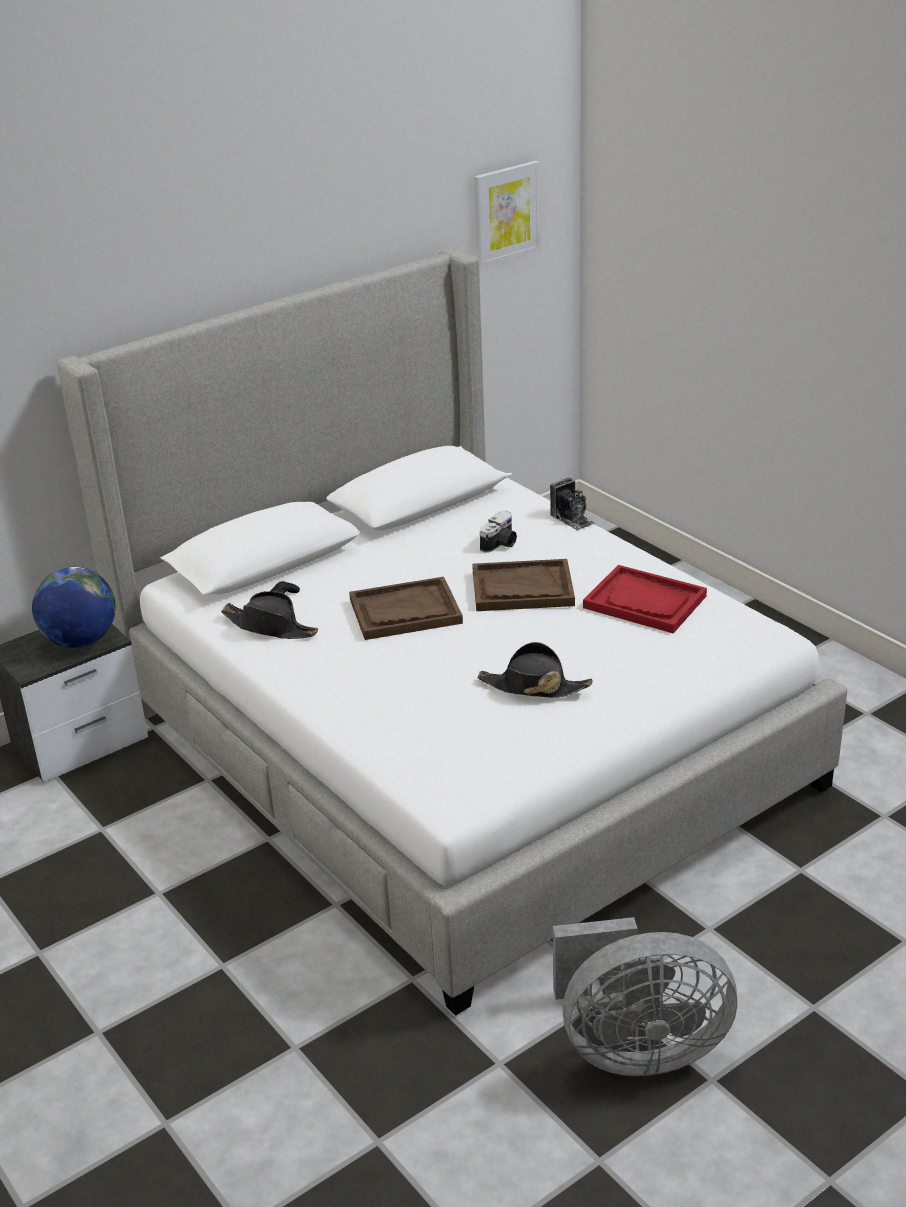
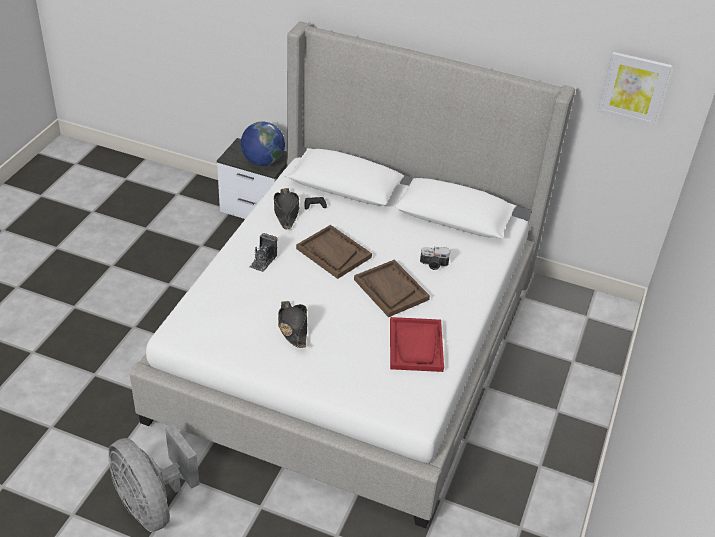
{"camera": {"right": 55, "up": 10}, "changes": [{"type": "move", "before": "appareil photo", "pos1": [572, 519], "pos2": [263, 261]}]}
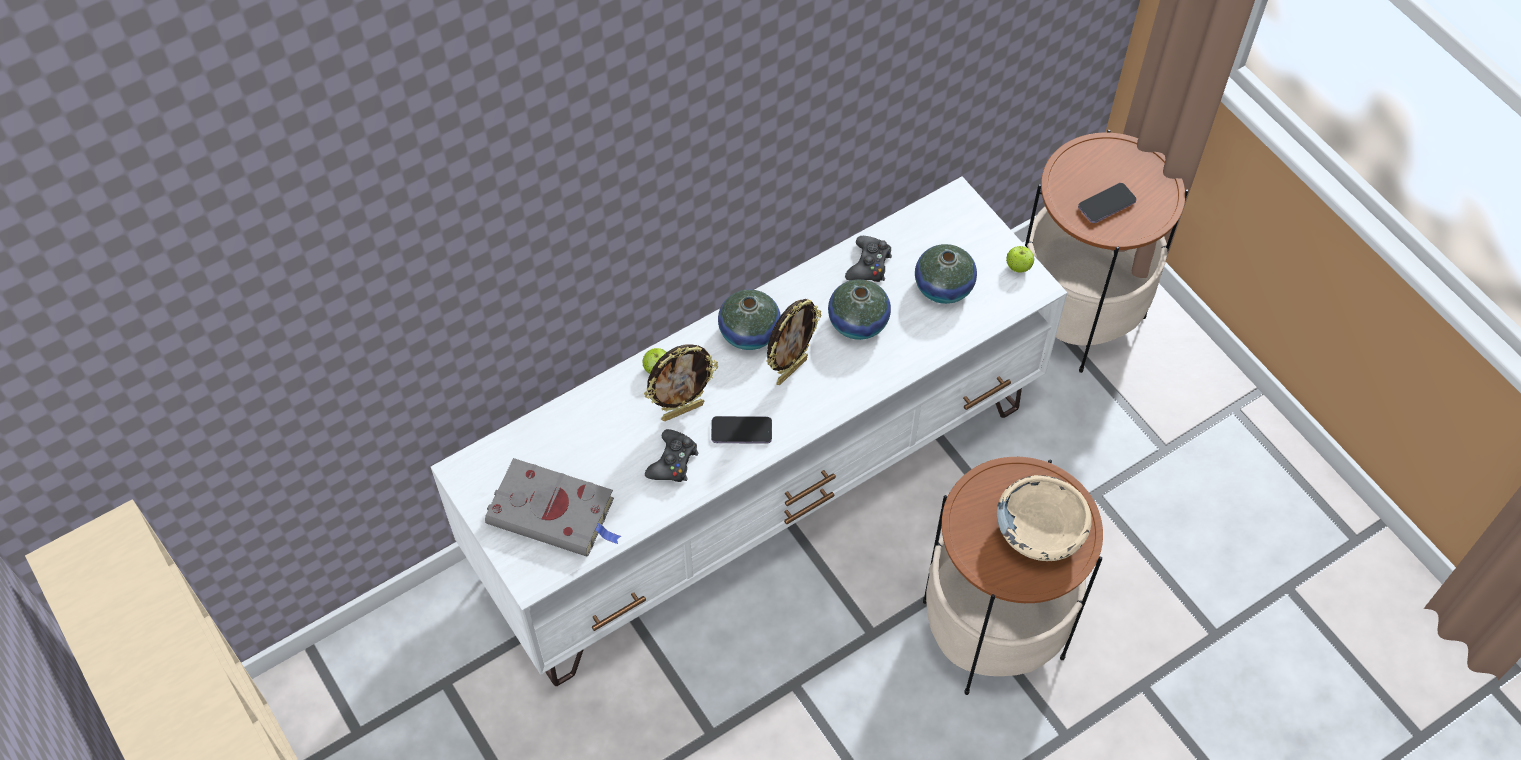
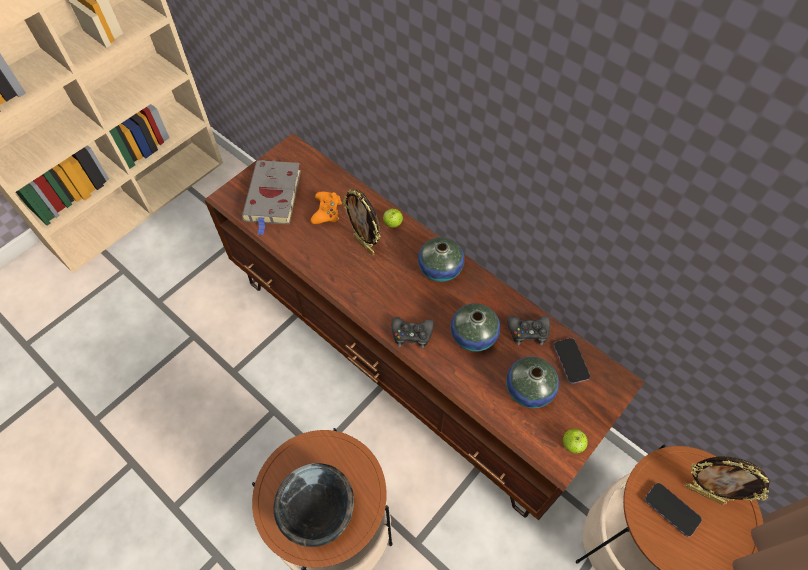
{"camera": {"right": 75, "up": 0}, "changes": [{"type": "recolor", "before": "meuble télé/blanc", "after": "meuble télé/marron", "pos1": [760, 488], "pos2": [406, 358]}, {"type": "recolor", "before": "bol/beige", "after": "bol/noir", "pos1": [1039, 533], "pos2": [317, 510]}, {"type": "insert", "after": "manette/orange", "pos2": [327, 211]}, {"type": "move", "before": "manette/noir", "pos1": [673, 461], "pos2": [412, 334]}, {"type": "move", "before": "téléphone", "pos1": [741, 431], "pos2": [571, 361]}, {"type": "move", "before": "cadre photo", "pos1": [791, 370], "pos2": [704, 493]}]}
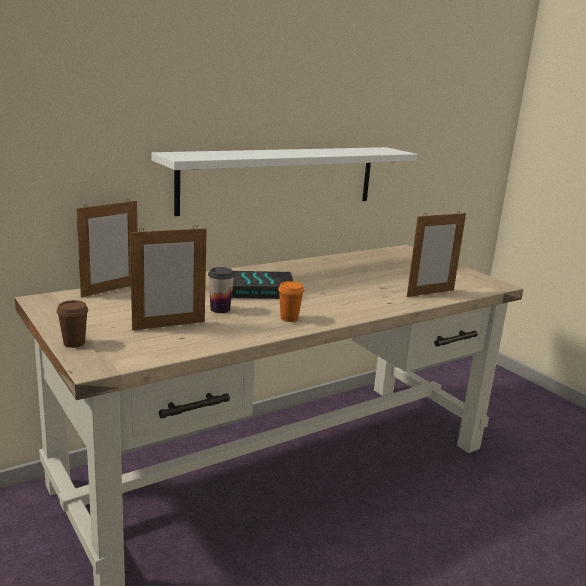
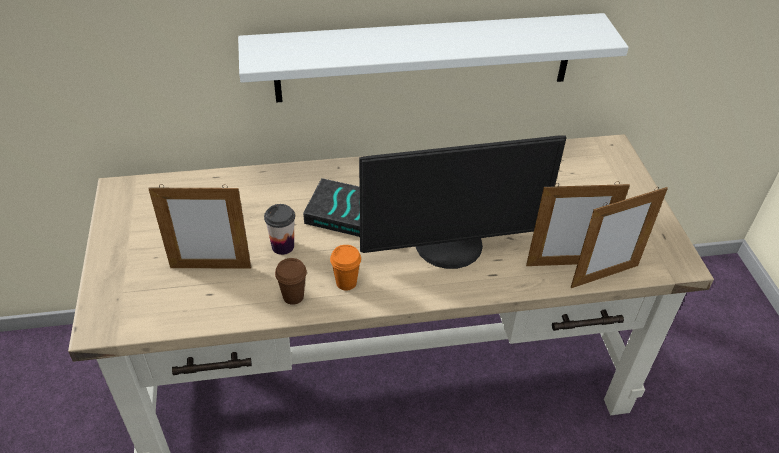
{"camera": {"right": 25, "up": 25}, "changes": [{"type": "move", "before": "tasse/marron", "pos1": [74, 343], "pos2": [293, 296]}, {"type": "insert", "after": "écran d'ordinateur", "pos2": [450, 246]}, {"type": "move", "before": "cadre photo", "pos1": [110, 290], "pos2": [604, 276]}]}
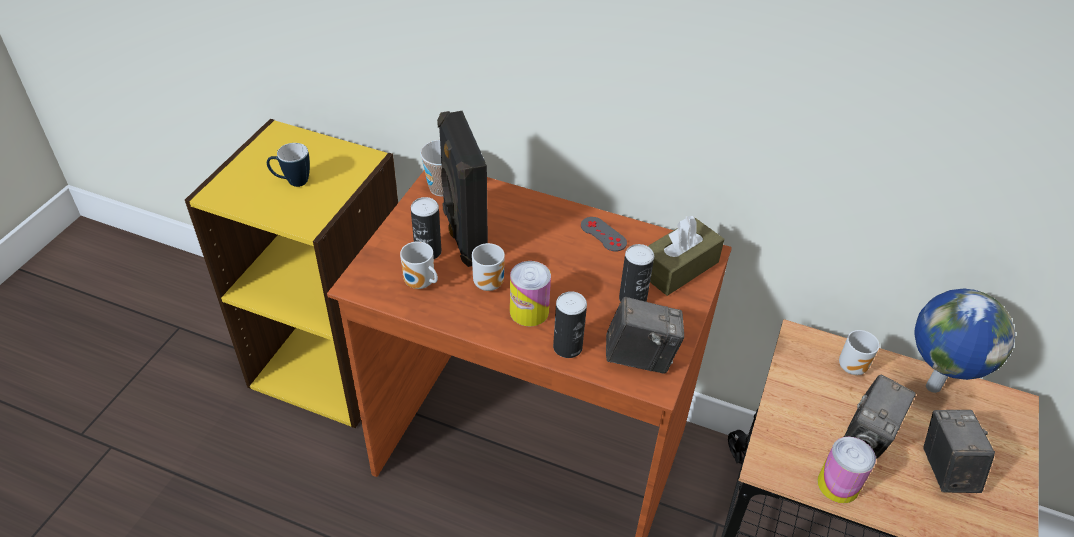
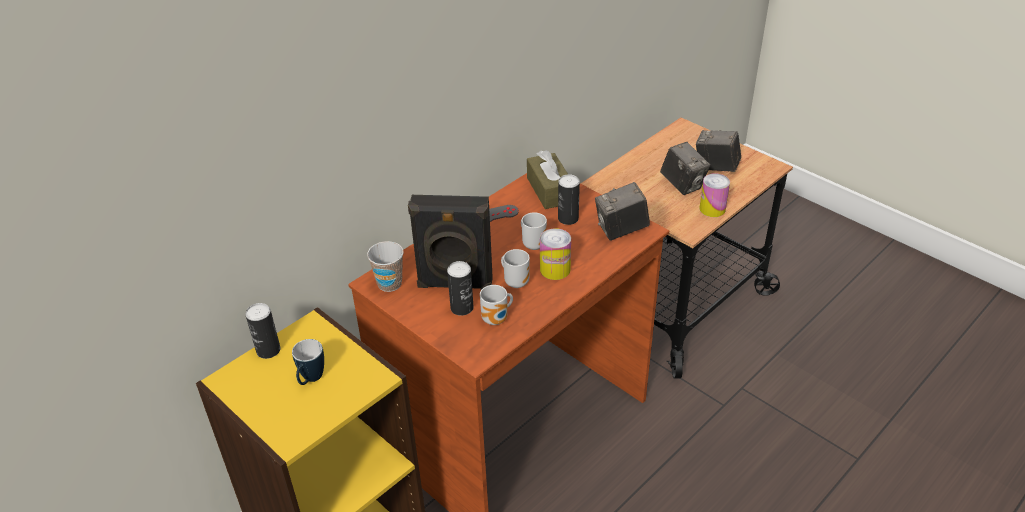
{"camera": {"right": -65, "up": -5}, "changes": [{"type": "move", "before": "boîte métallique", "pos1": [567, 347], "pos2": [268, 350]}, {"type": "move", "before": "mug", "pos1": [853, 366], "pos2": [533, 244]}, {"type": "rotate", "before": "appareil photo", "pos1": [640, 357], "pos2": [621, 230], "turn": -135}, {"type": "delete", "before": "globe", "pos1": [931, 385]}]}
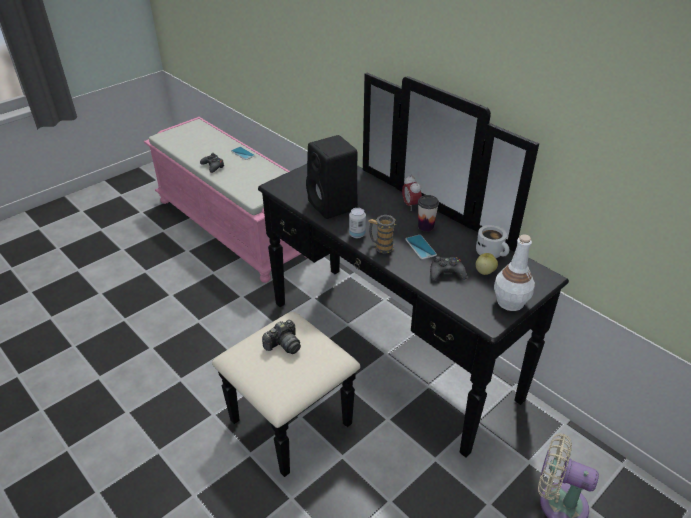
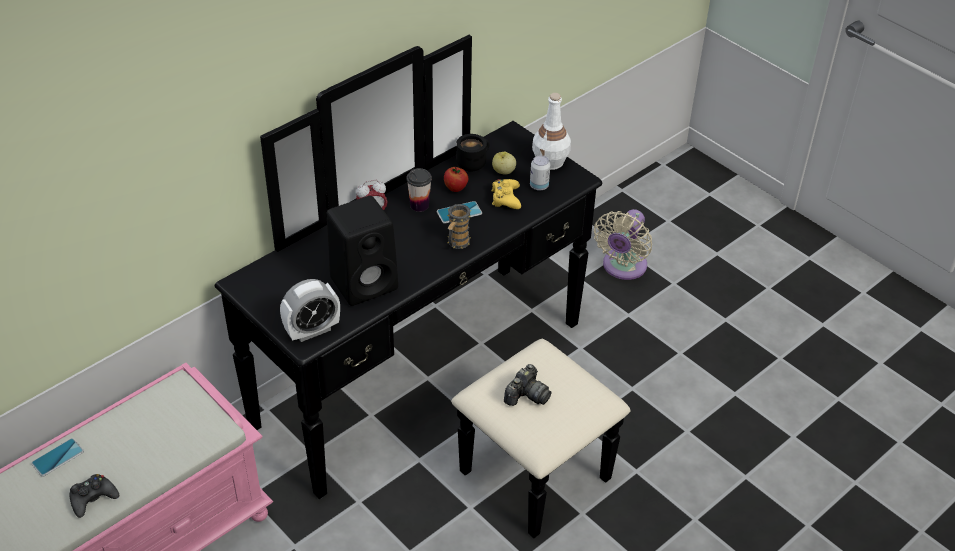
{"camera": {"right": -90, "up": 5}, "changes": [{"type": "insert", "after": "réveil", "pos2": [312, 330]}, {"type": "insert", "after": "pomme", "pos2": [455, 188]}, {"type": "recolor", "before": "mug/blanc", "after": "mug/noir", "pos1": [491, 253], "pos2": [472, 162]}, {"type": "recolor", "before": "manette/noir", "after": "manette/jaune", "pos1": [446, 273], "pos2": [505, 198]}, {"type": "rotate", "before": "appareil photo", "pos1": [283, 345], "pos2": [526, 395], "turn": 75}, {"type": "move", "before": "boîte métallique", "pos1": [357, 234], "pos2": [539, 186]}]}
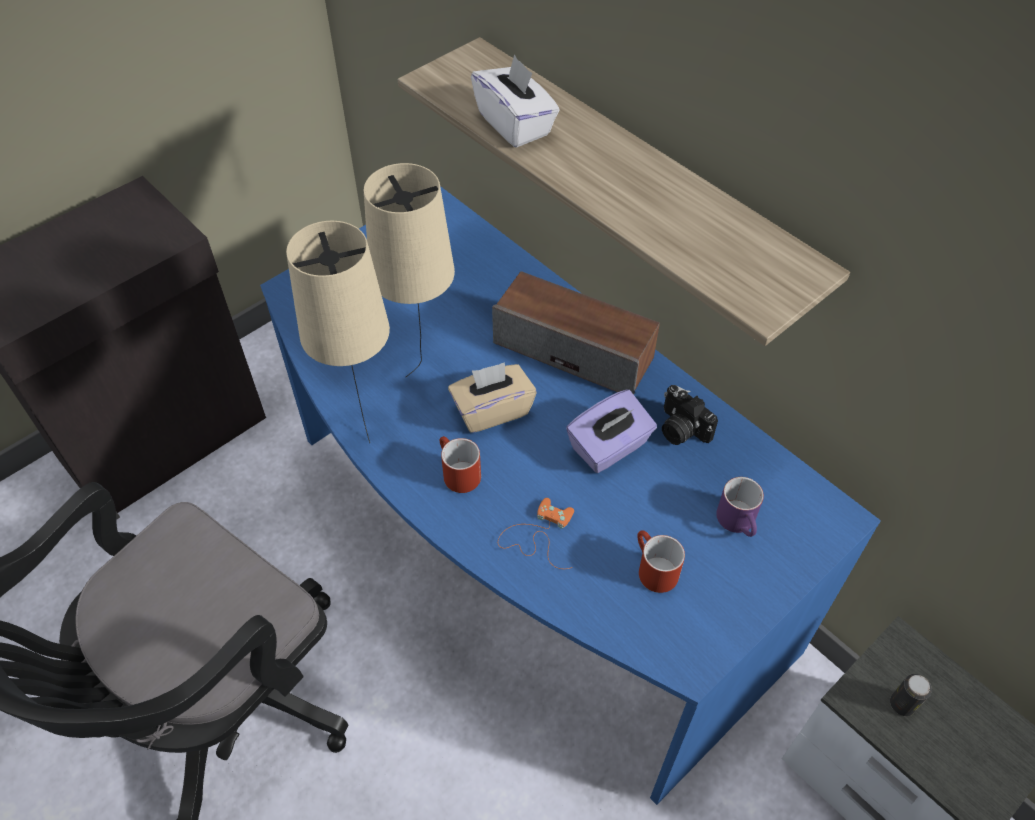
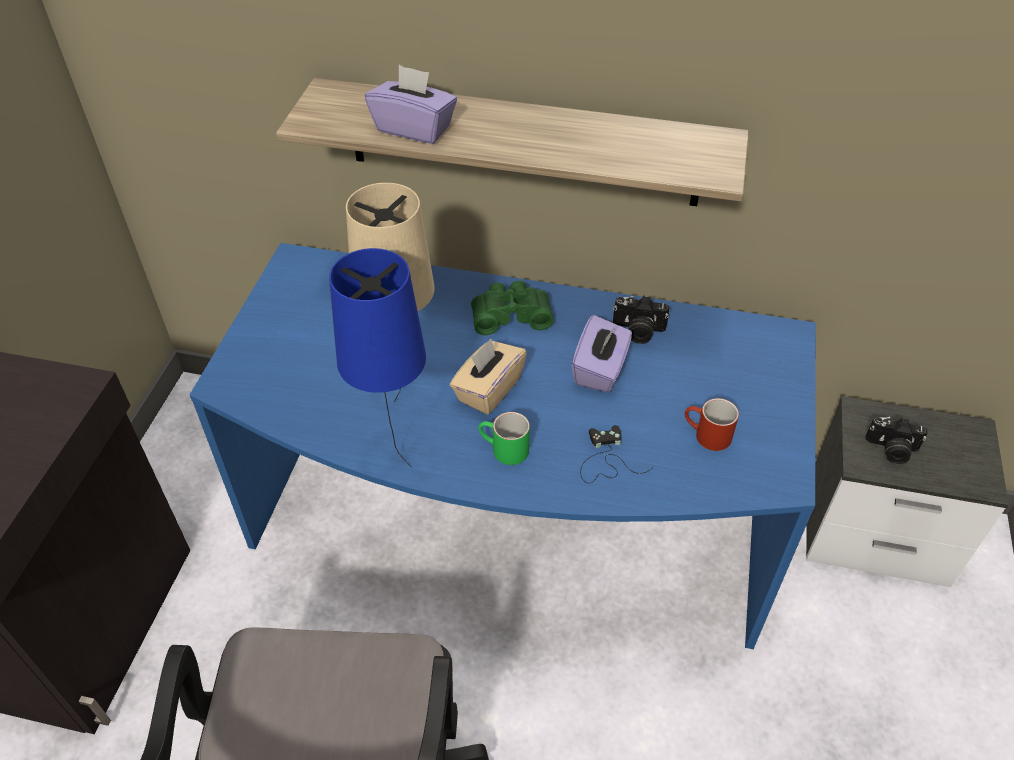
{"camera": {"right": -35, "up": -5}, "changes": [{"type": "recolor", "before": "lampe de table/beige", "after": "lampe de table/bleu", "pos1": [364, 427], "pos2": [395, 457]}, {"type": "recolor", "before": "boîte à mouchoirs/blanc", "after": "boîte à mouchoirs/violet", "pos1": [515, 124], "pos2": [414, 128]}, {"type": "replace", "before": "enceinte", "after": "jumelles/vert", "pos1": [574, 350], "pos2": [510, 315]}, {"type": "recolor", "before": "mug/rouge", "after": "mug/vert", "pos1": [456, 473], "pos2": [503, 450]}, {"type": "recolor", "before": "manette/orange", "after": "manette/noir", "pos1": [537, 535], "pos2": [606, 459]}, {"type": "replace", "before": "boîte métallique", "after": "appareil photo", "pos1": [902, 704], "pos2": [891, 450]}, {"type": "delete", "before": "mug/violet", "pos1": [739, 523]}]}
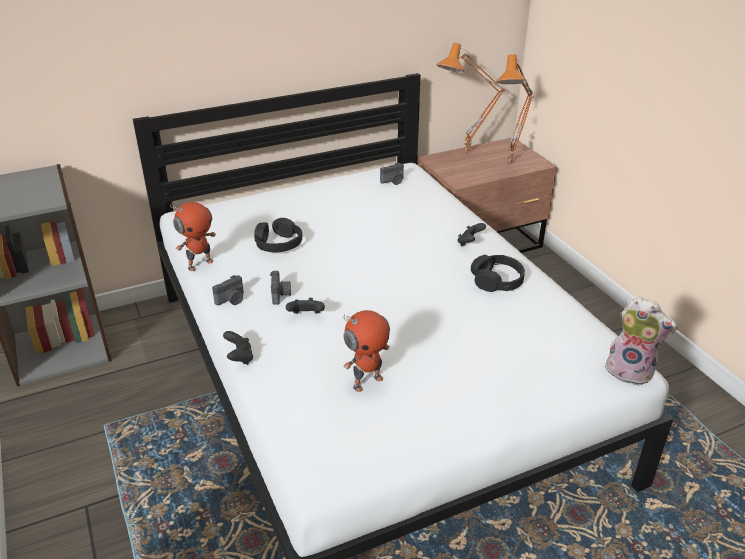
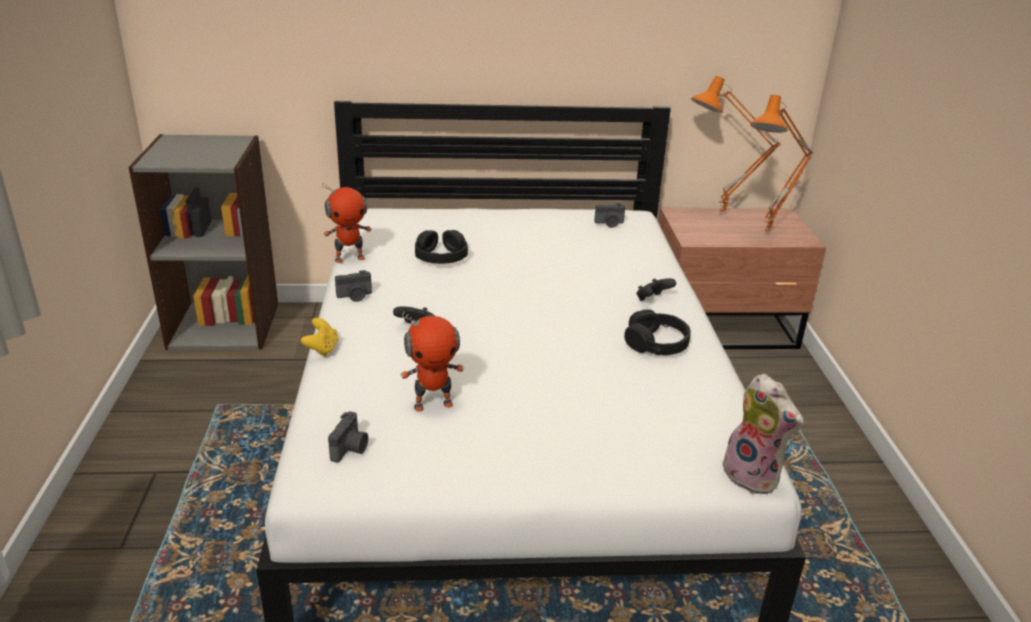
{"camera": {"right": 20, "up": -5}, "changes": [{"type": "recolor", "before": "manette/noir", "after": "manette/jaune", "pos1": [239, 358], "pos2": [322, 349]}, {"type": "move", "before": "appareil photo", "pos1": [281, 295], "pos2": [350, 449]}]}
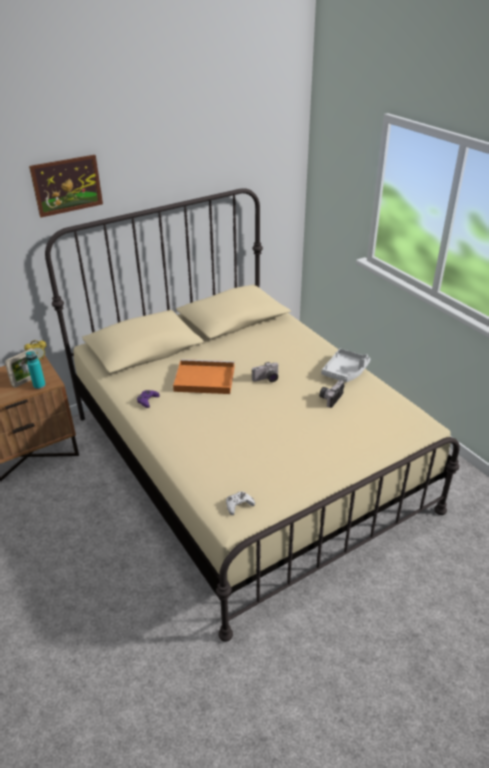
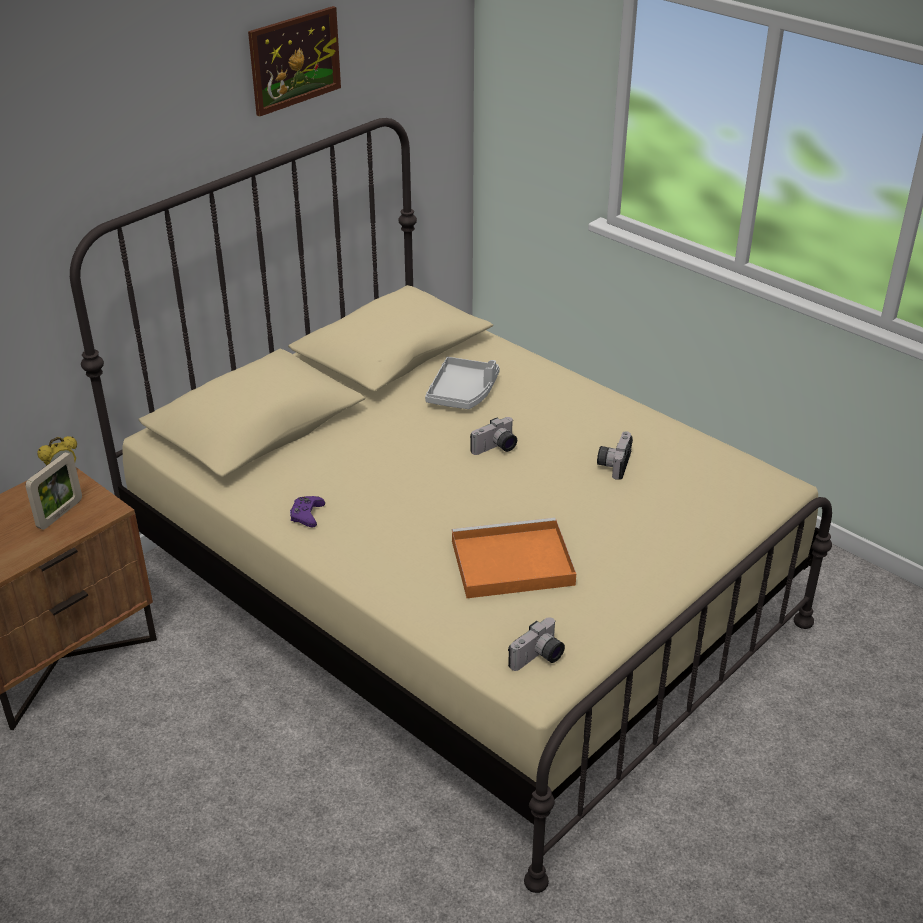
{"camera": {"right": -15, "up": 0}, "changes": [{"type": "move", "before": "tableau", "pos1": [67, 185], "pos2": [295, 60]}, {"type": "move", "before": "plateau/gris", "pos1": [345, 371], "pos2": [463, 393]}, {"type": "move", "before": "plateau/orange", "pos1": [203, 379], "pos2": [509, 563]}, {"type": "replace", "before": "manette/blanc", "after": "appareil photo", "pos1": [238, 505], "pos2": [538, 658]}, {"type": "delete", "before": "bouteille/turquoise", "pos1": [39, 385]}]}
